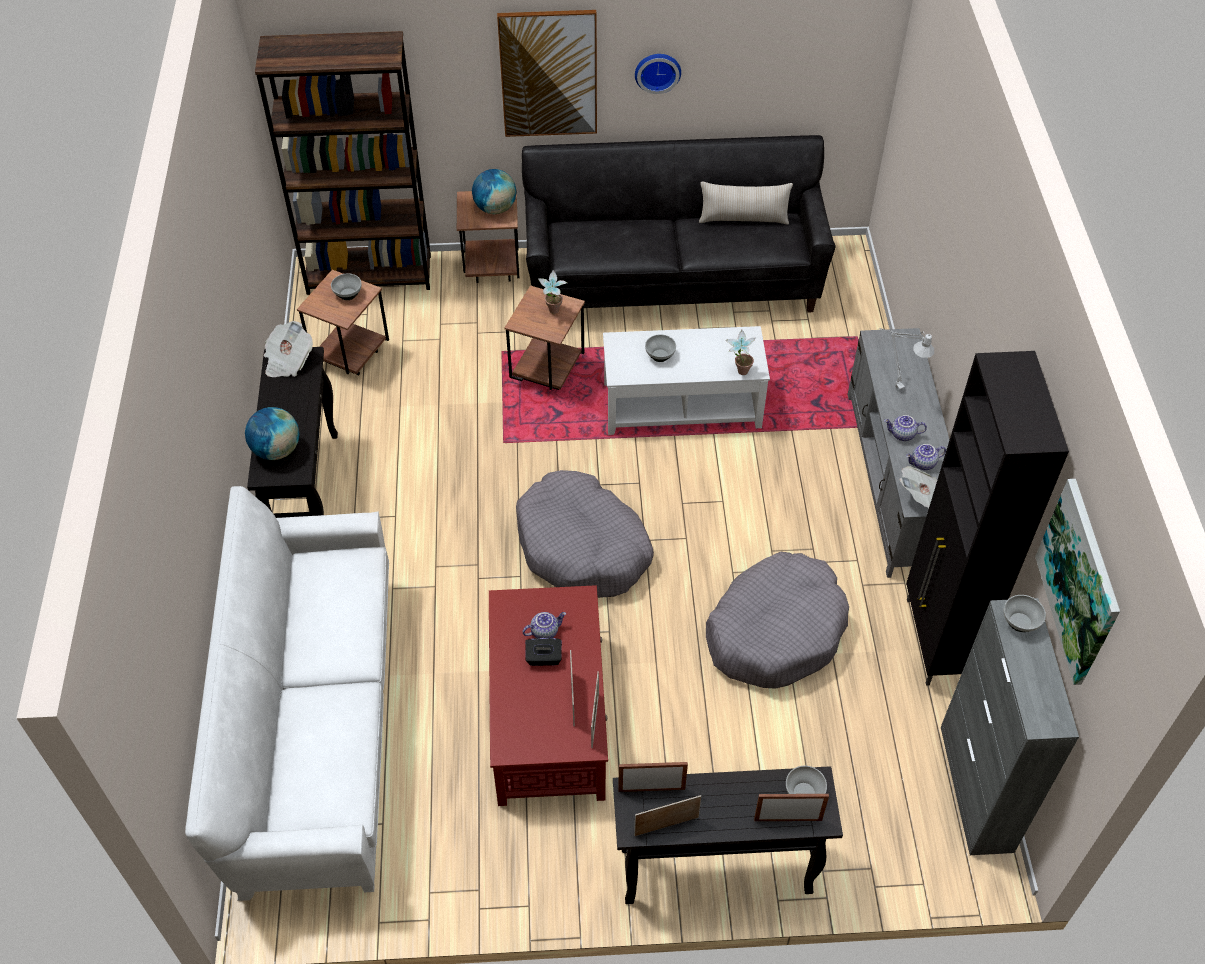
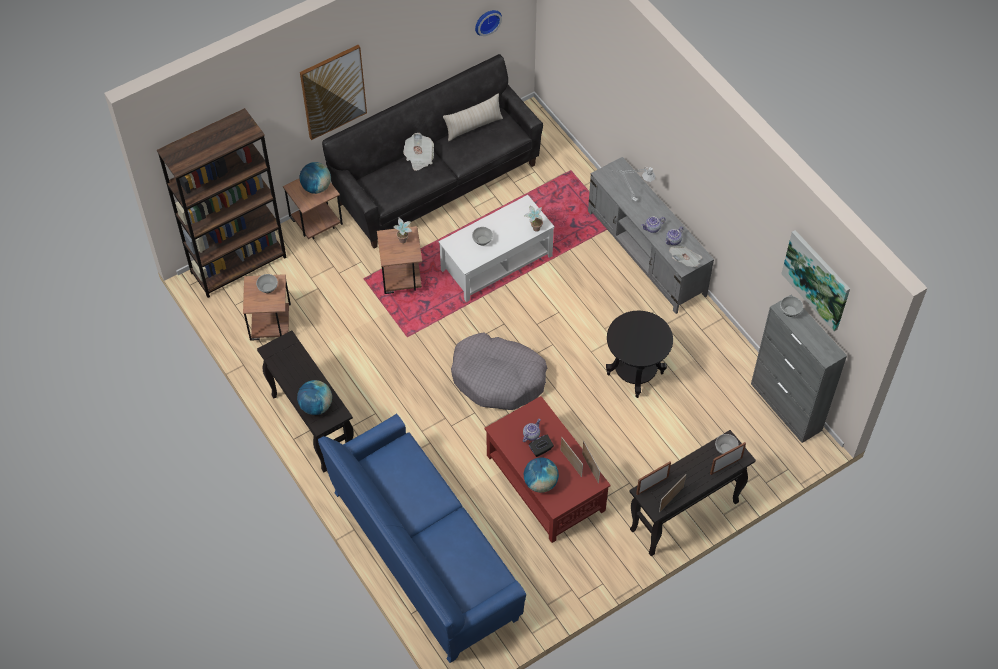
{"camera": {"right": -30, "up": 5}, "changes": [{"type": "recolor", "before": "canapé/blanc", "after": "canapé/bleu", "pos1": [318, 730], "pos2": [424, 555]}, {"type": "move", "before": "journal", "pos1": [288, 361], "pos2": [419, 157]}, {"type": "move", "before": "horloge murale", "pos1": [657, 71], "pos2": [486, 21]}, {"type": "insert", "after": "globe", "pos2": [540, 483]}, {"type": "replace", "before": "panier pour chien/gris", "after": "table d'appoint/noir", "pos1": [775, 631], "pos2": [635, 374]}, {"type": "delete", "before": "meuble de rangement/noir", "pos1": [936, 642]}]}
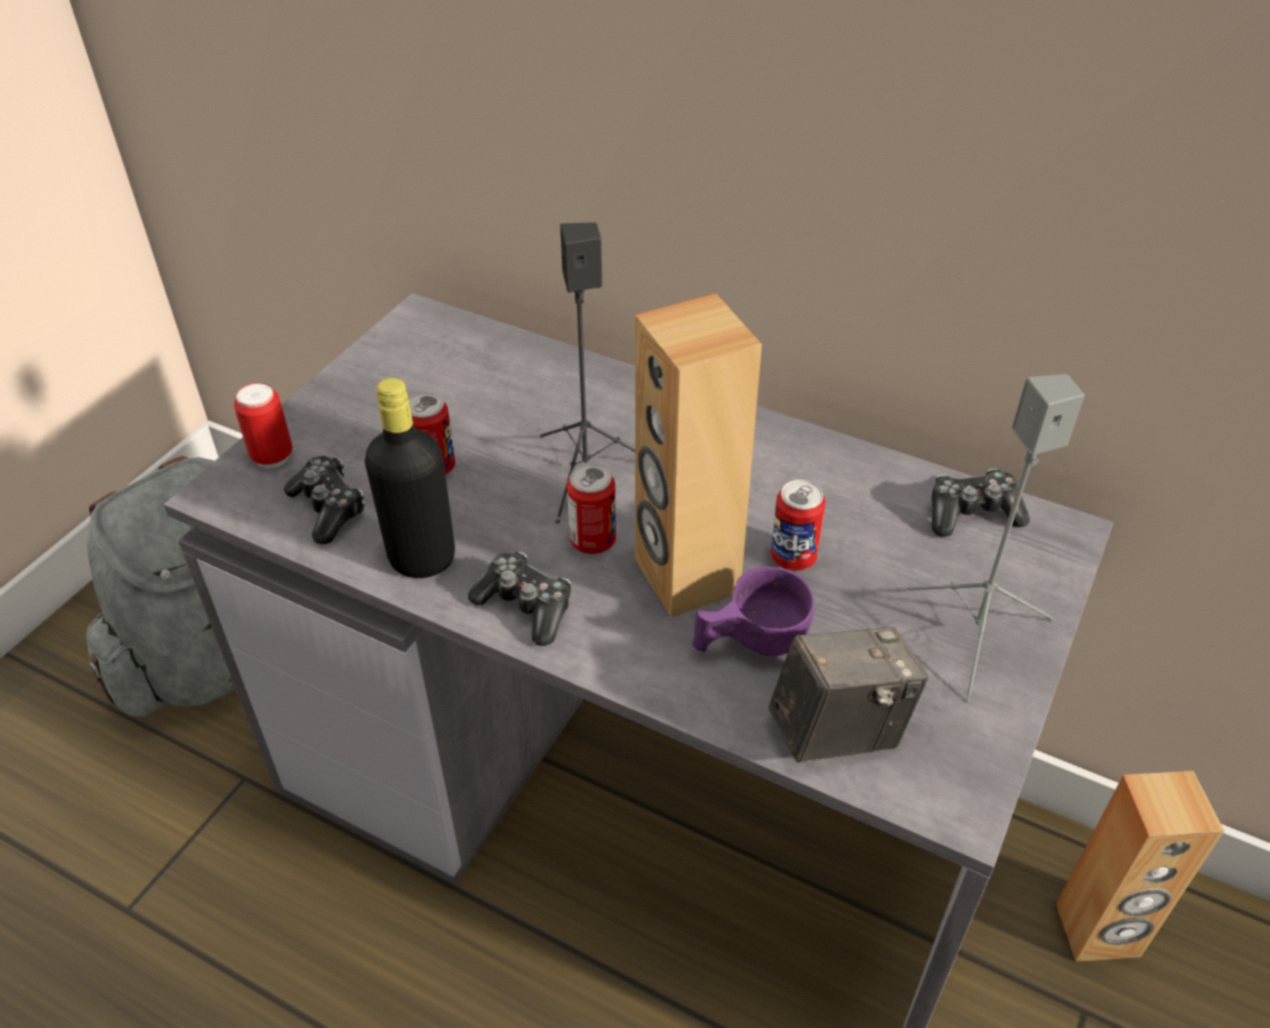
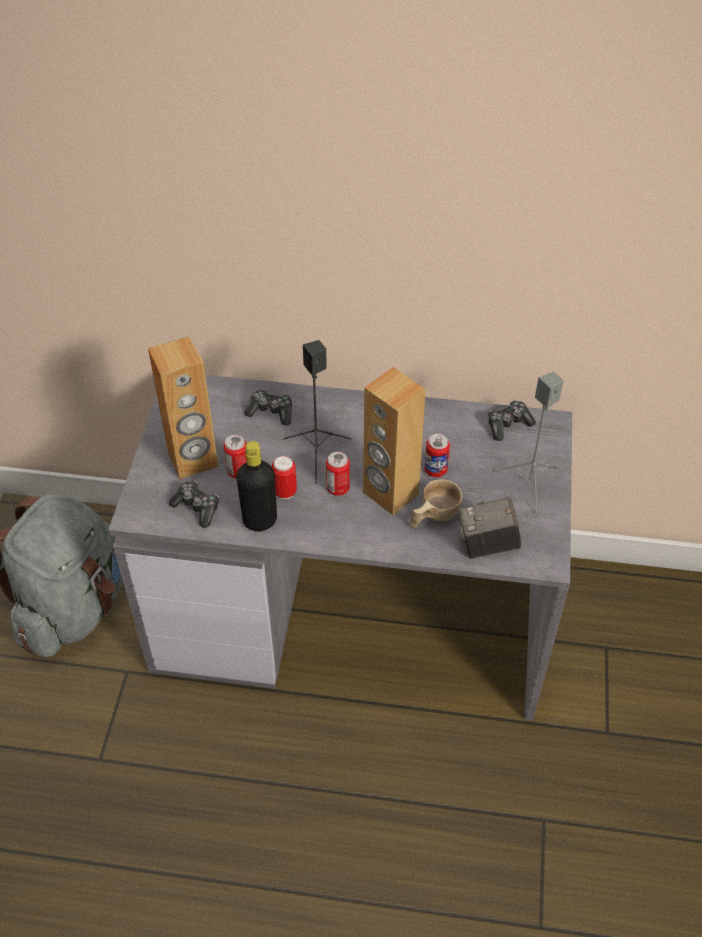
{"camera": {"right": -20, "up": 5}, "changes": [{"type": "move", "before": "enceinte/marron", "pos1": [1098, 931], "pos2": [193, 461]}, {"type": "move", "before": "manette", "pos1": [526, 606], "pos2": [271, 412]}, {"type": "move", "before": "boîte métallique", "pos1": [272, 457], "pos2": [285, 492]}, {"type": "recolor", "before": "tasse/violet", "after": "tasse/beige", "pos1": [749, 642], "pos2": [433, 516]}, {"type": "rotate", "before": "appareil photo", "pos1": [838, 730], "pos2": [487, 545], "turn": -150}]}
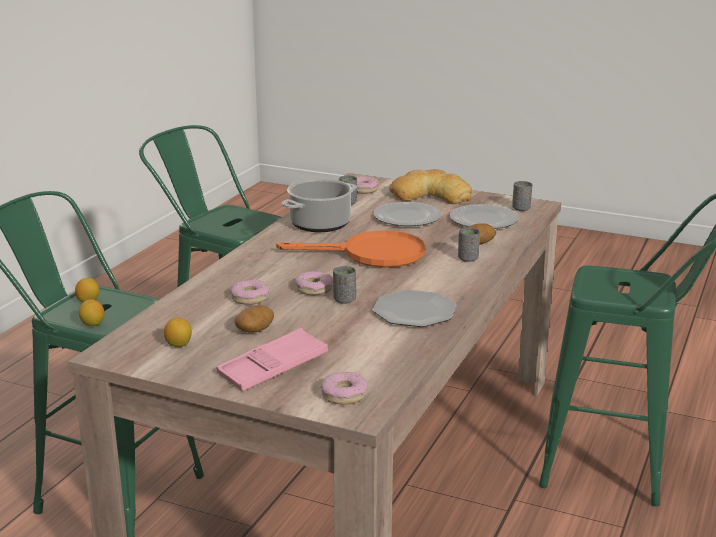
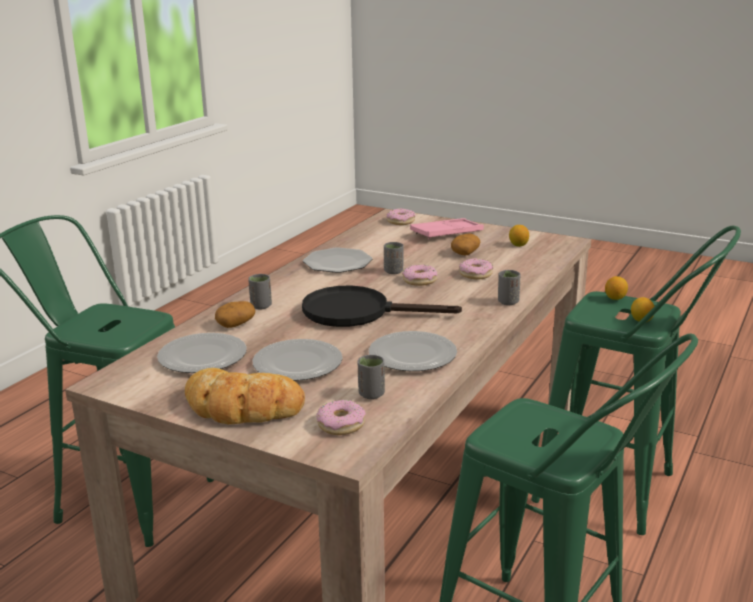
{"camera": {"right": -175, "up": 0}, "changes": [{"type": "recolor", "before": "poêle/orange", "after": "poêle/noir", "pos1": [372, 255], "pos2": [358, 312]}, {"type": "replace", "before": "marmite", "after": "assiette", "pos1": [320, 224], "pos2": [412, 355]}, {"type": "move", "before": "tasse/gris", "pos1": [521, 208], "pos2": [508, 302]}]}
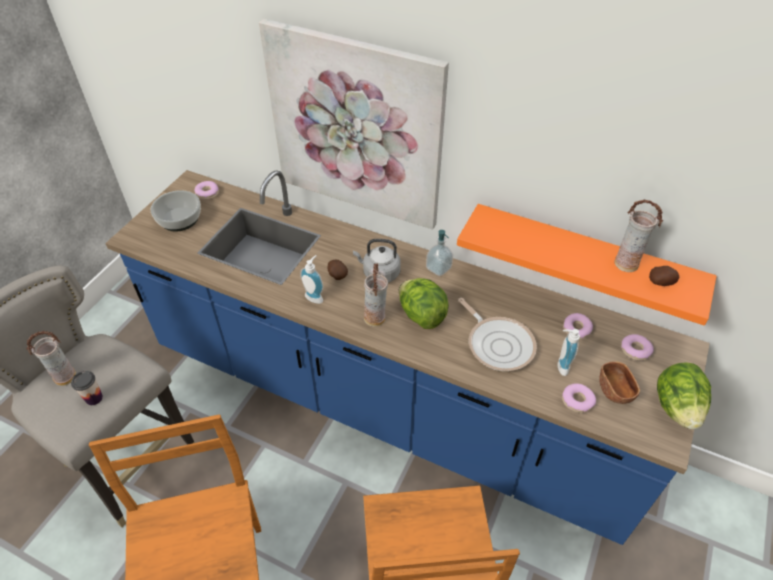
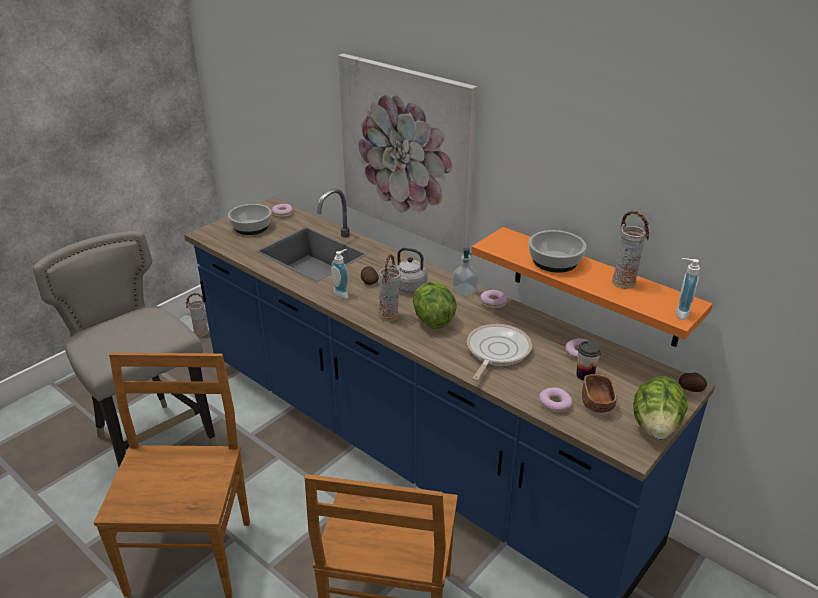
{"camera": {"right": 15, "up": -15}, "changes": [{"type": "move", "before": "vase", "pos1": [65, 378], "pos2": [201, 333]}, {"type": "rotate", "before": "poêle", "pos1": [498, 344], "pos2": [496, 351], "turn": -135}, {"type": "move", "before": "beignet", "pos1": [635, 350], "pos2": [493, 303]}, {"type": "insert", "after": "bol", "pos2": [554, 262]}, {"type": "move", "before": "tasse", "pos1": [94, 398], "pos2": [585, 375]}, {"type": "move", "before": "distributeur de savon", "pos1": [560, 366], "pos2": [679, 312]}, {"type": "move", "before": "pomme de terre", "pos1": [661, 282], "pos2": [691, 389]}]}
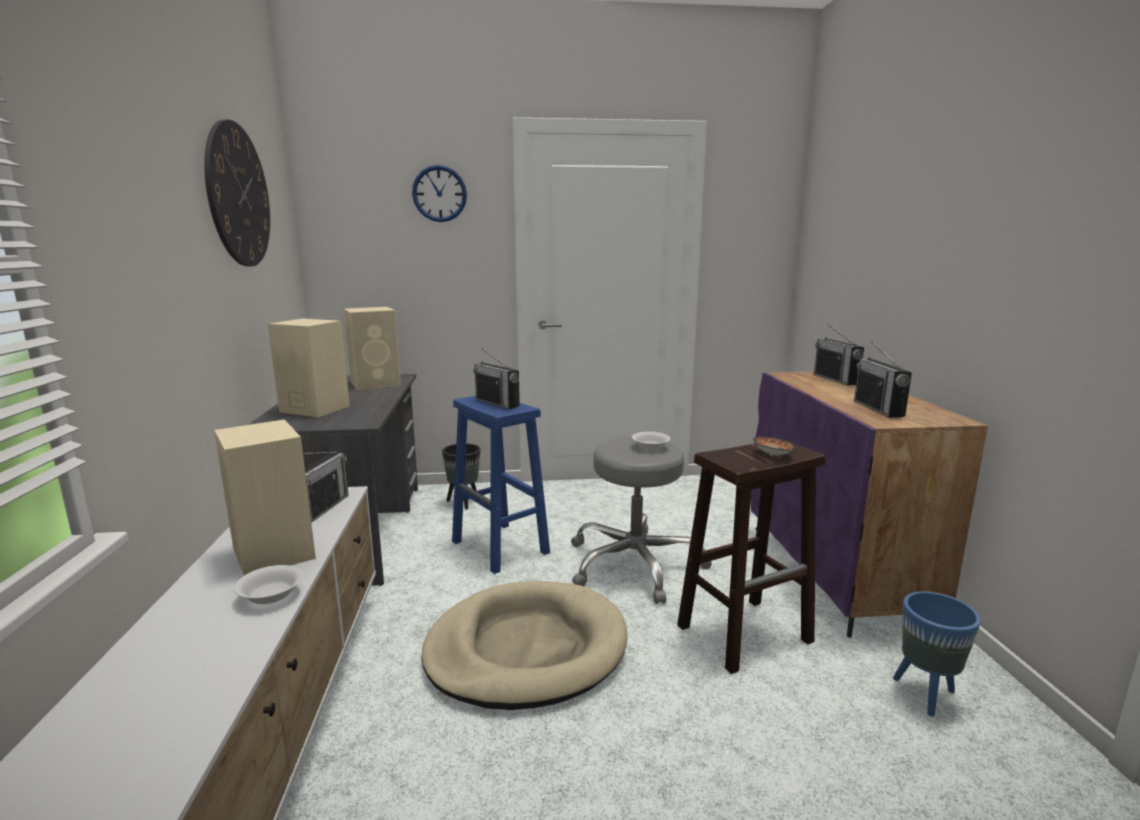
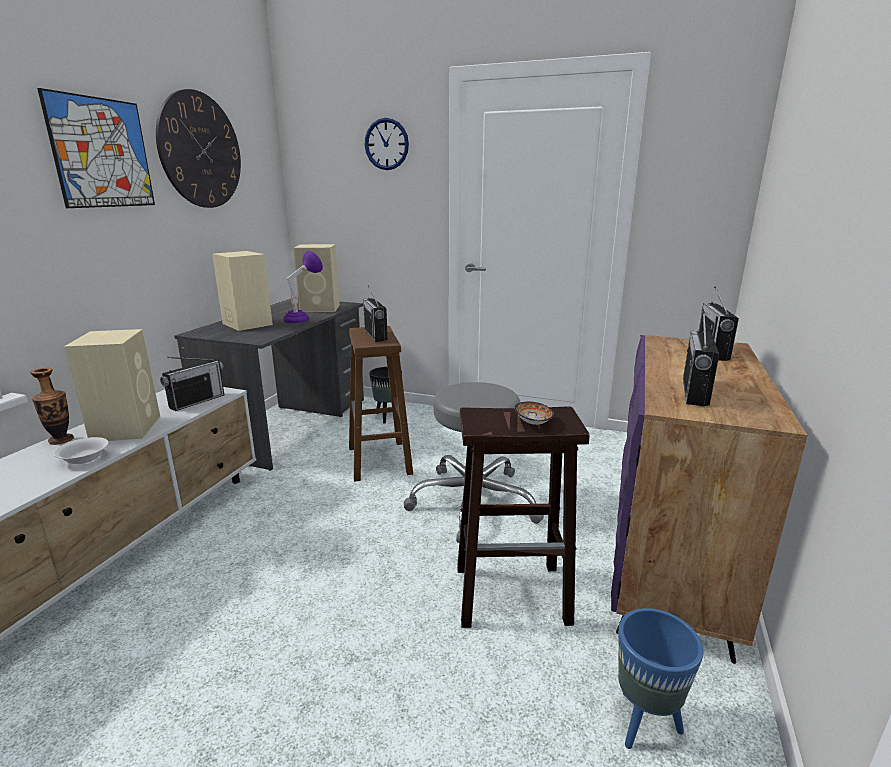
{"camera": {"right": 25, "up": 5}, "changes": [{"type": "insert", "after": "vase", "pos2": [61, 440]}, {"type": "insert", "after": "tableau", "pos2": [102, 153]}, {"type": "insert", "after": "lampe de table/violet", "pos2": [303, 319]}, {"type": "recolor", "before": "tabouret/bleu", "after": "tabouret/marron", "pos1": [501, 547], "pos2": [380, 461]}, {"type": "delete", "before": "panier pour chien/beige", "pos1": [526, 649]}, {"type": "delete", "before": "bol/blanc", "pos1": [650, 447]}]}
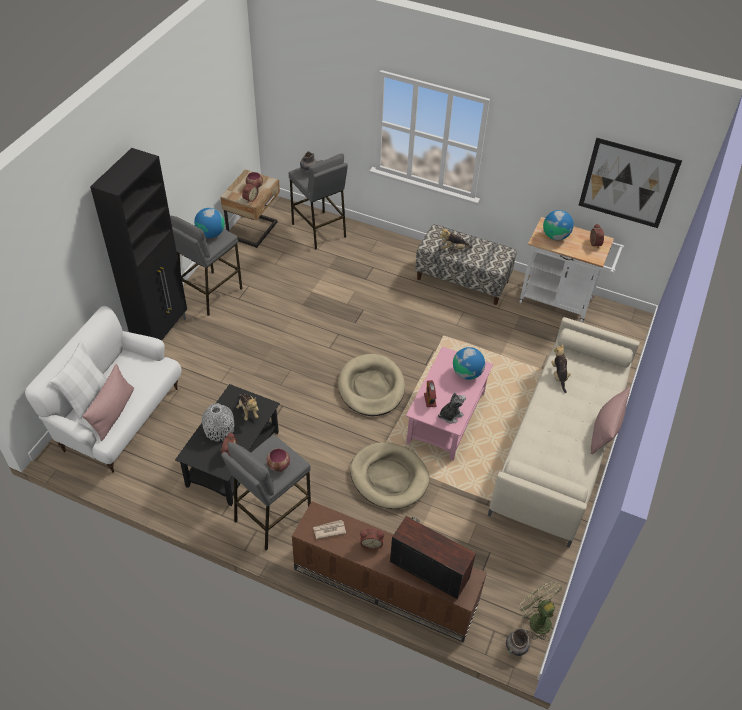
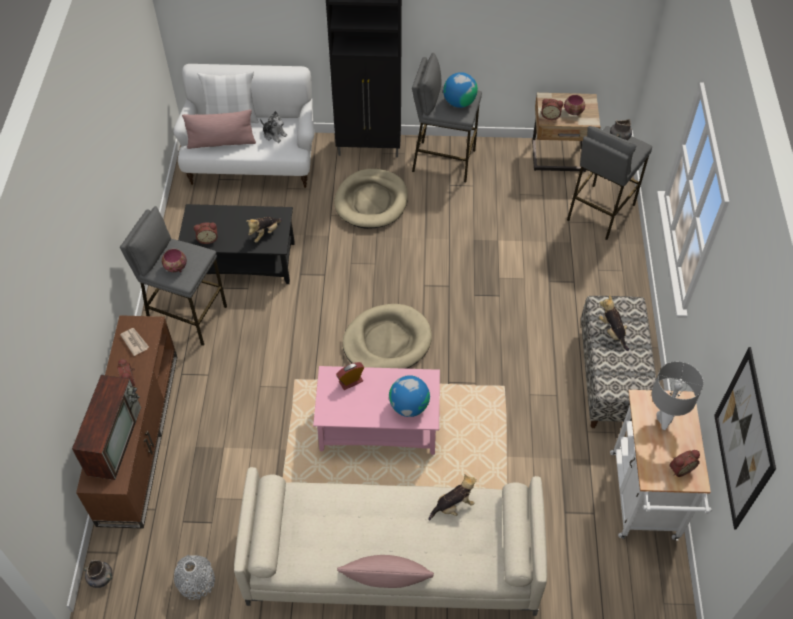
{"camera": {"right": 70, "up": 5}, "changes": [{"type": "move", "before": "vase/gris", "pos1": [219, 429], "pos2": [196, 582]}, {"type": "move", "before": "peluche", "pos1": [450, 415], "pos2": [274, 134]}, {"type": "move", "before": "panier pour chien/beige", "pos1": [389, 477], "pos2": [371, 201]}, {"type": "replace", "before": "globe", "after": "lampe de table/gris", "pos1": [555, 236], "pos2": [664, 417]}, {"type": "delete", "before": "ventilateur/vert", "pos1": [535, 620]}]}
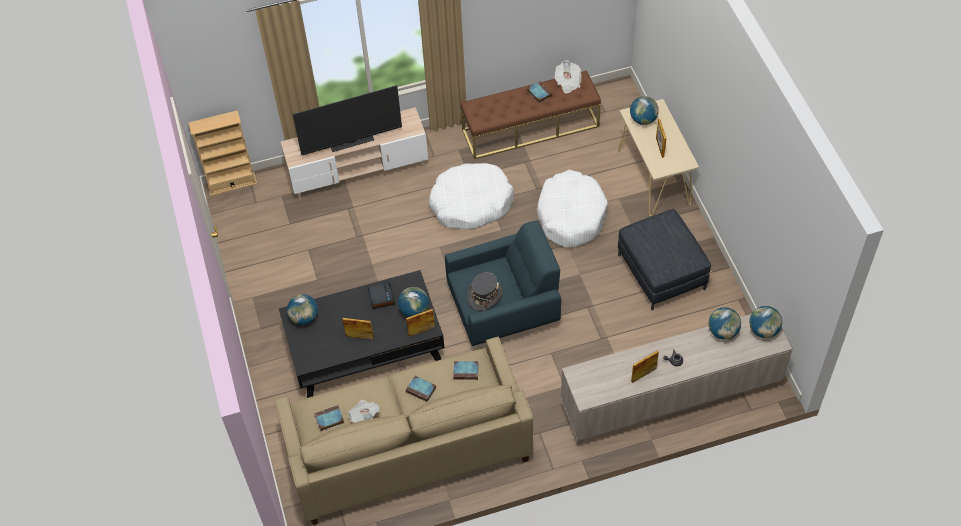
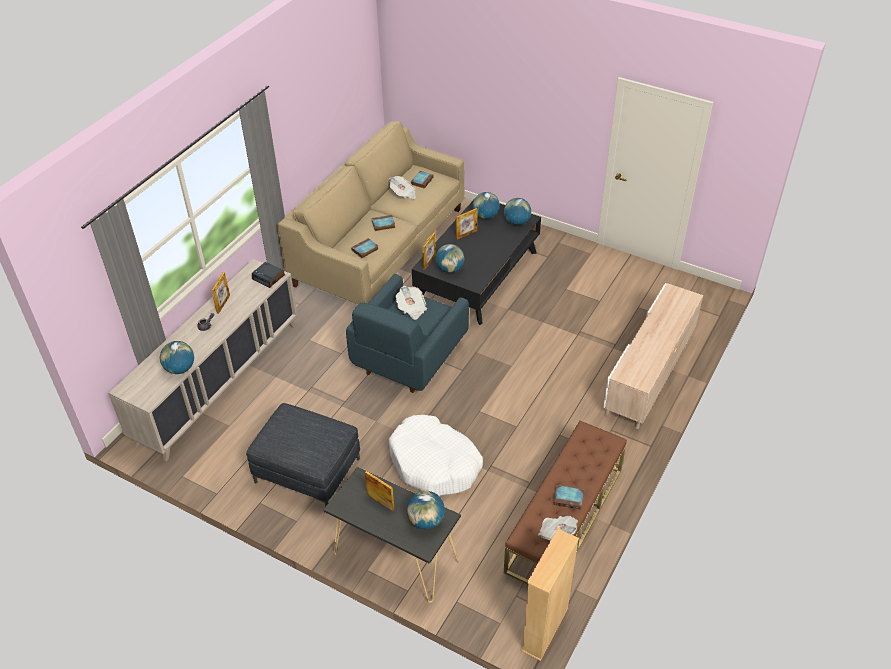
{"camera": {"right": 135, "up": -10}, "changes": [{"type": "move", "before": "réveil", "pos1": [381, 297], "pos2": [269, 277]}, {"type": "recolor", "before": "table console/beige", "after": "table console/noir", "pos1": [654, 177], "pos2": [395, 556]}, {"type": "replace", "before": "chapeau/gris", "after": "journal", "pos1": [485, 295], "pos2": [411, 309]}, {"type": "move", "before": "globe", "pos1": [763, 330], "pos2": [485, 216]}, {"type": "move", "before": "bibliothèque/beige", "pos1": [232, 184], "pos2": [545, 629]}, {"type": "delete", "before": "téléviseur", "pos1": [352, 143]}, {"type": "delete", "before": "panier pour chien/blanc", "pos1": [471, 203]}]}
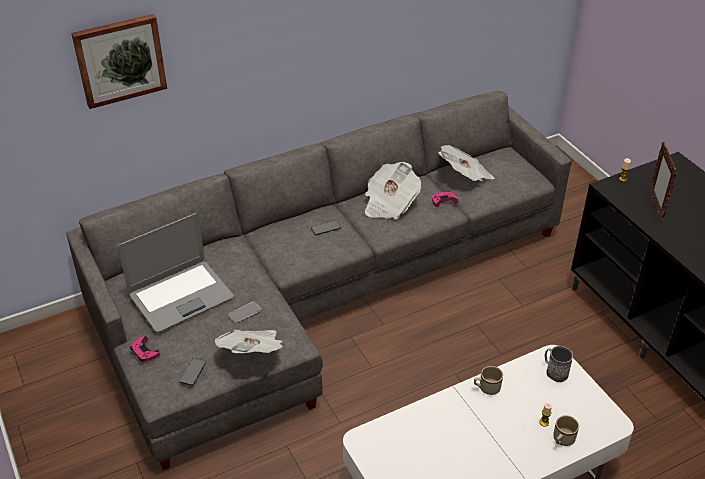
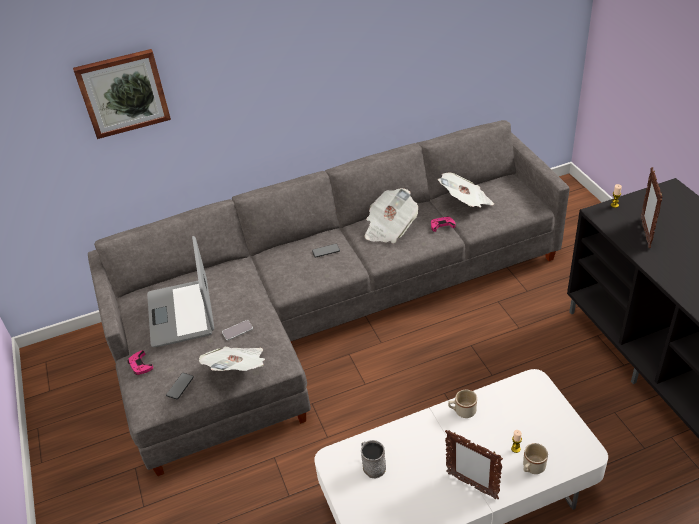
{"camera": {"right": 10, "up": 0}, "changes": [{"type": "rotate", "before": "ordinateur portable", "pos1": [181, 296], "pos2": [182, 313], "turn": 105}, {"type": "move", "before": "mug/gris", "pos1": [554, 371], "pos2": [372, 465]}, {"type": "insert", "after": "cadre photo", "pos2": [471, 485]}]}
